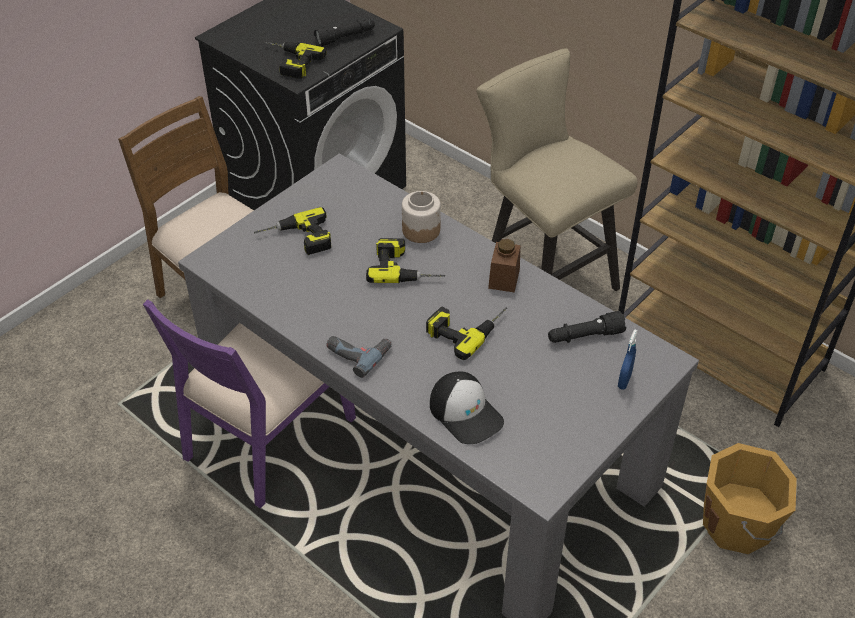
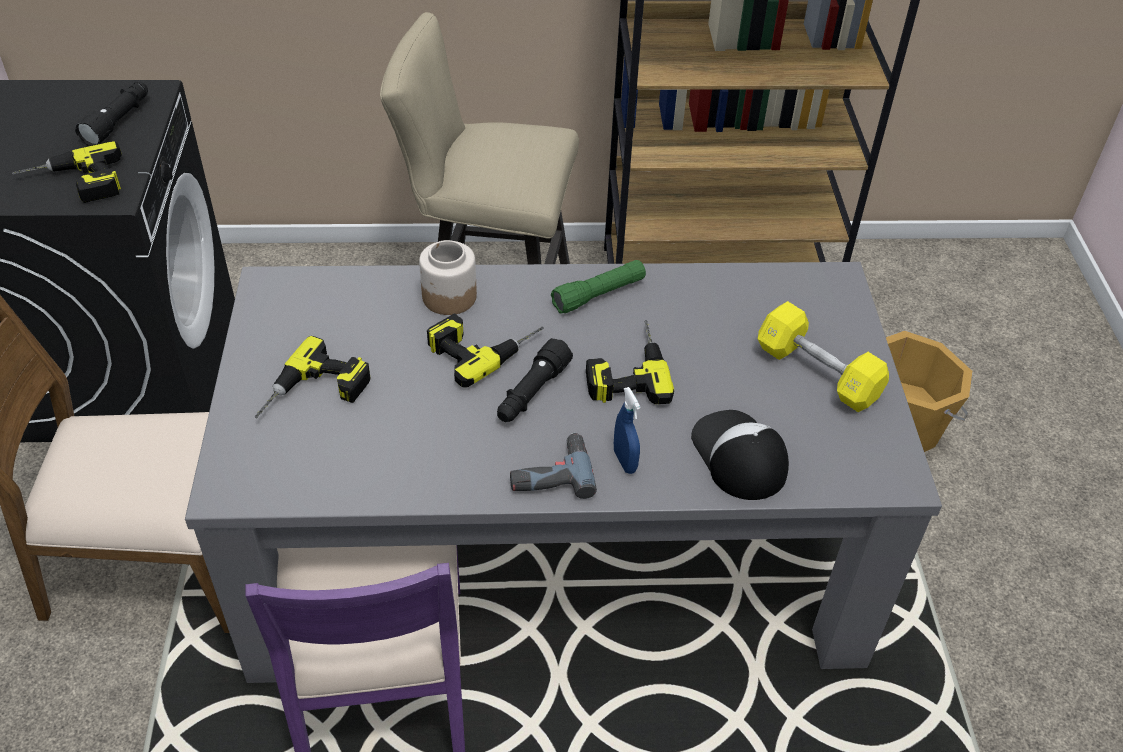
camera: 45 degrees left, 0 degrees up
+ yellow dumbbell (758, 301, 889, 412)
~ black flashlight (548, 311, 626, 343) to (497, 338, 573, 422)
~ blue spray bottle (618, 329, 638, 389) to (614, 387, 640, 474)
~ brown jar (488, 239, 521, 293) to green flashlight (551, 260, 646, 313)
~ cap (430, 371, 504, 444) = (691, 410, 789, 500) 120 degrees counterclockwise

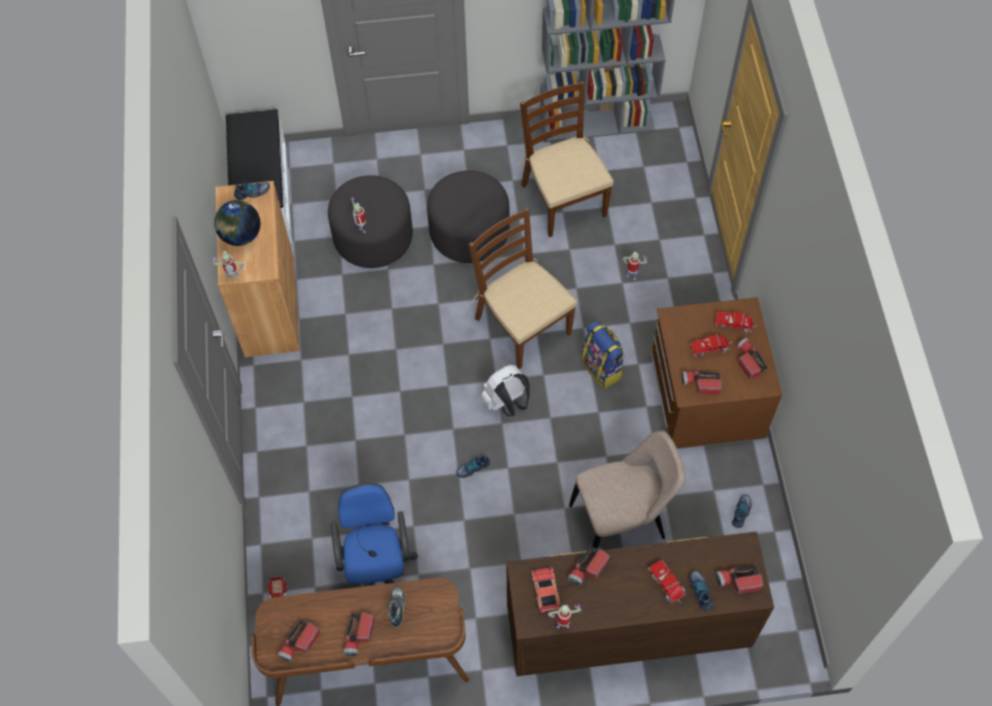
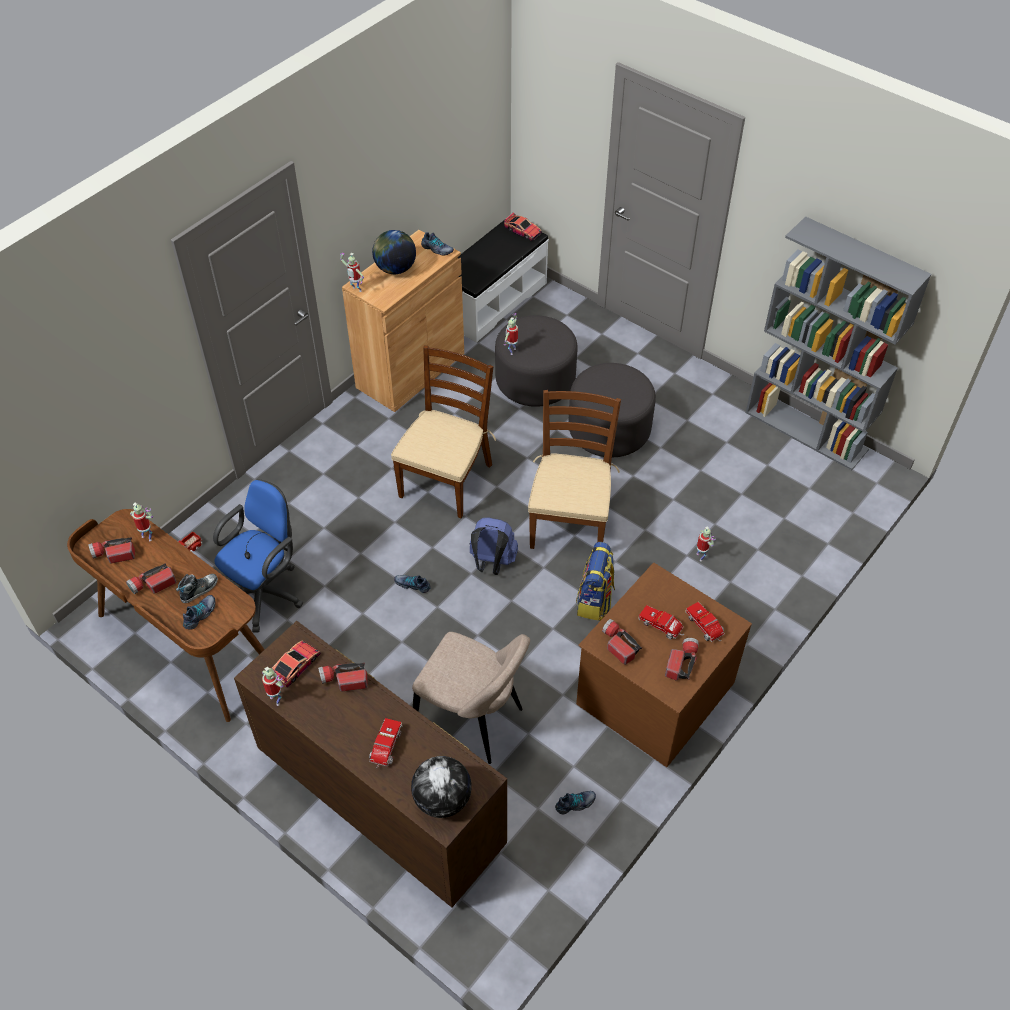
camera: 45 degrees right, 10 degrees down
+ toy robot (130, 503, 153, 541)
+ toy car (504, 213, 542, 241)
~ brown chair (518, 81, 614, 237) to (391, 346, 496, 518)
~ shoe (689, 570, 712, 611) to (183, 595, 216, 630)
~ flashlight (715, 566, 763, 594) to globe (411, 756, 472, 818)
~ white backpack (481, 365, 529, 416) to blue backpack (470, 517, 518, 575)

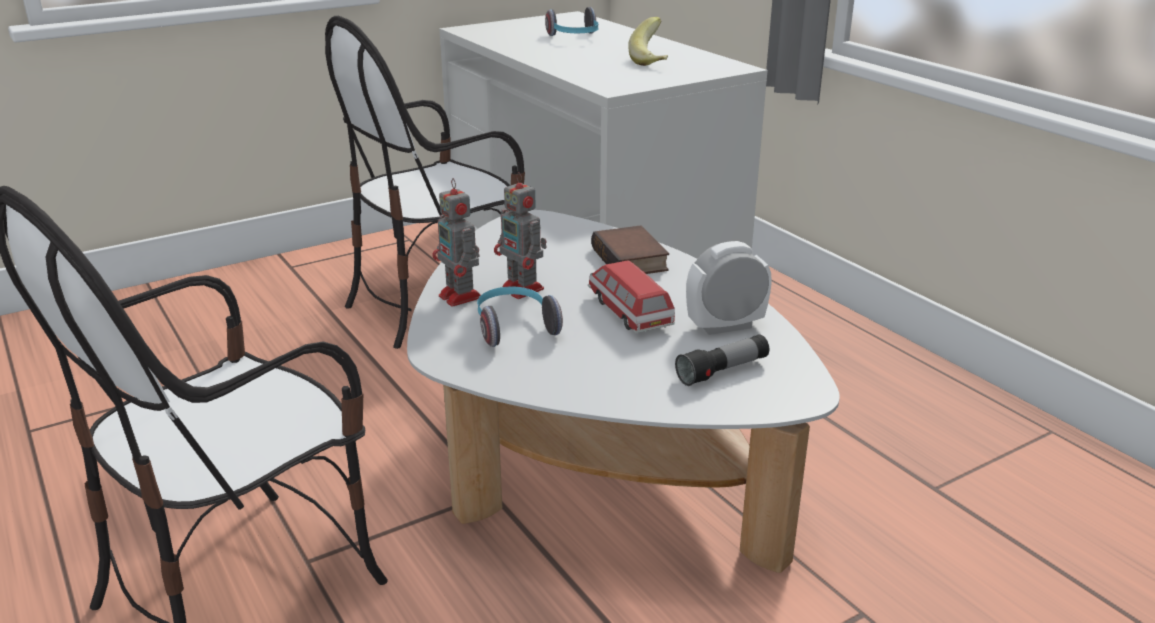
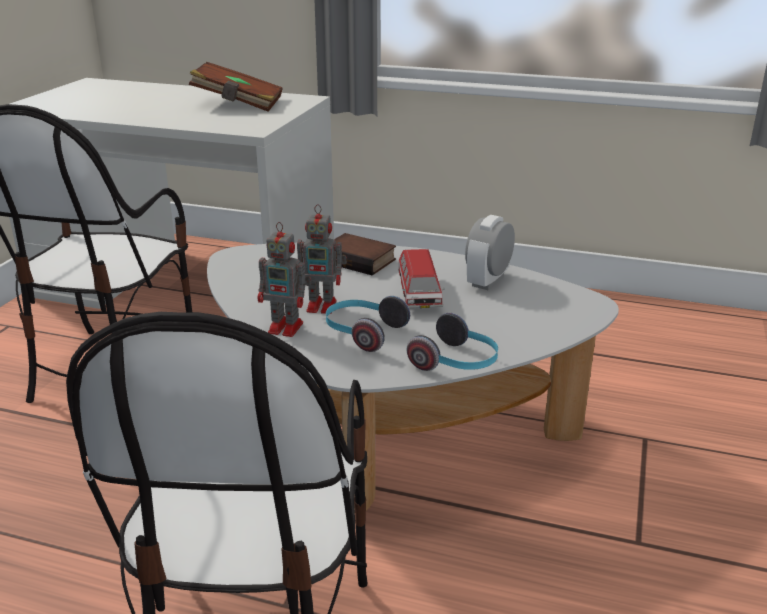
camera: 40 degrees left, 0 degrees up
- flashlight (675, 334, 769, 386)
~ headphones (545, 7, 599, 36) to (407, 313, 498, 371)
~ banana (628, 17, 668, 66) to brown book (189, 62, 283, 112)
~ toy car (588, 261, 675, 333) = (399, 249, 445, 308) 120 degrees counterclockwise

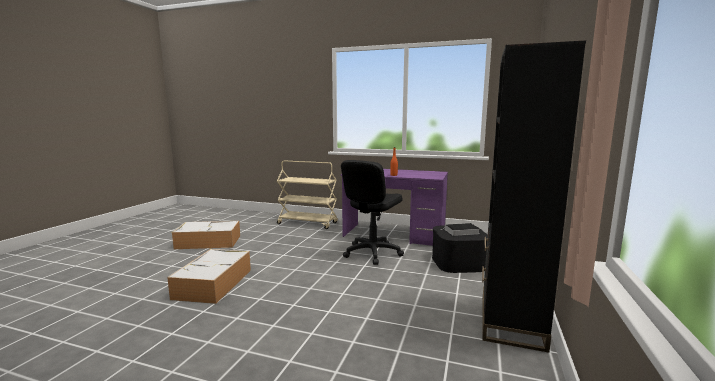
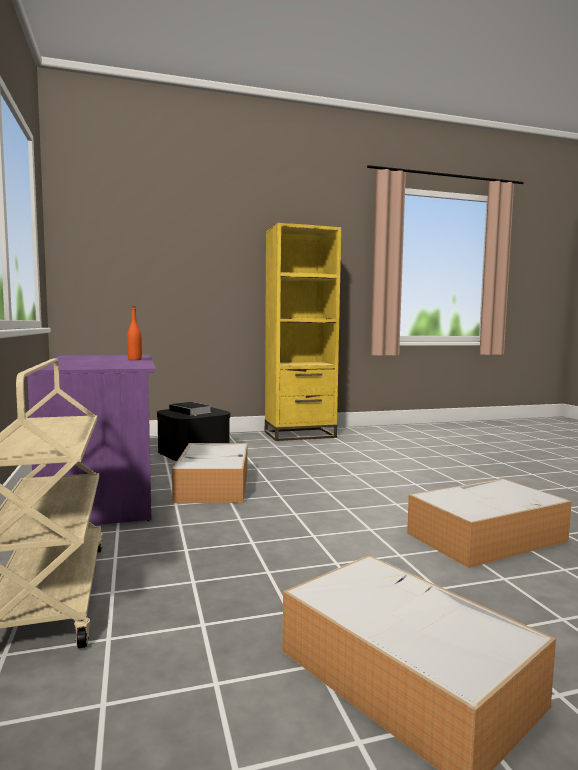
camera: 125 degrees left, 5 degrees down
~ black office chair (341, 160, 404, 265) to storage box (172, 443, 248, 503)
~ black bookcase (482, 40, 586, 353) to yellow bookcase (265, 223, 341, 441)

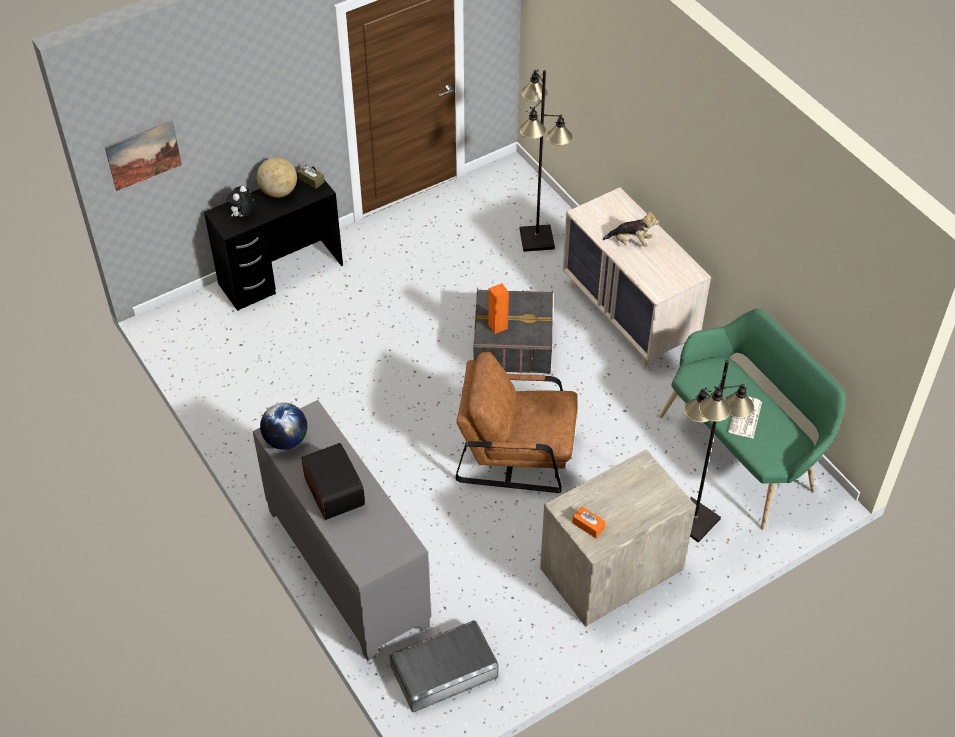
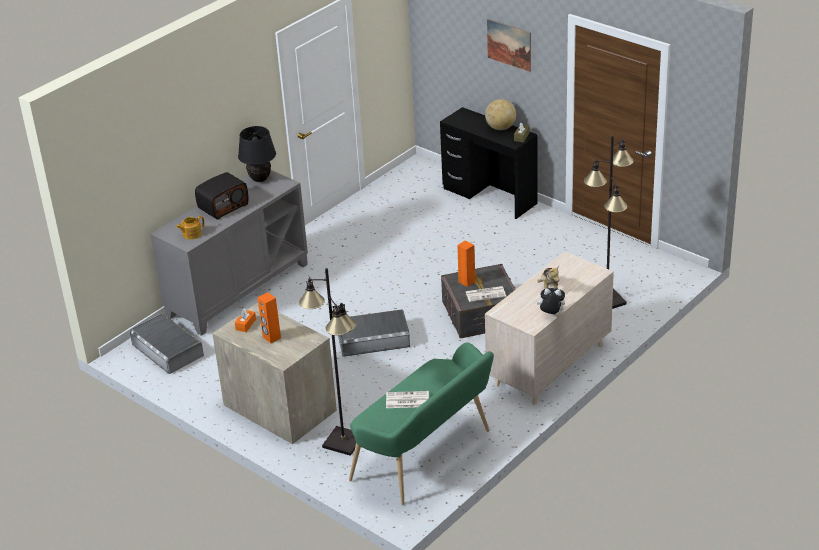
camera: 75 degrees right, 15 degrees down
+ teapot (176, 216, 205, 240)
+ orange speaker (258, 292, 281, 343)
+ newspaper (466, 286, 506, 302)
~ picture (105, 121, 182, 191) to (487, 19, 531, 72)
~ plush toy (227, 186, 255, 217) to (537, 288, 565, 315)
~ globe (260, 403, 307, 450) to black table lamp (238, 126, 276, 182)
~ brown armchair (456, 352, 577, 493) to grey storage box (338, 309, 410, 357)

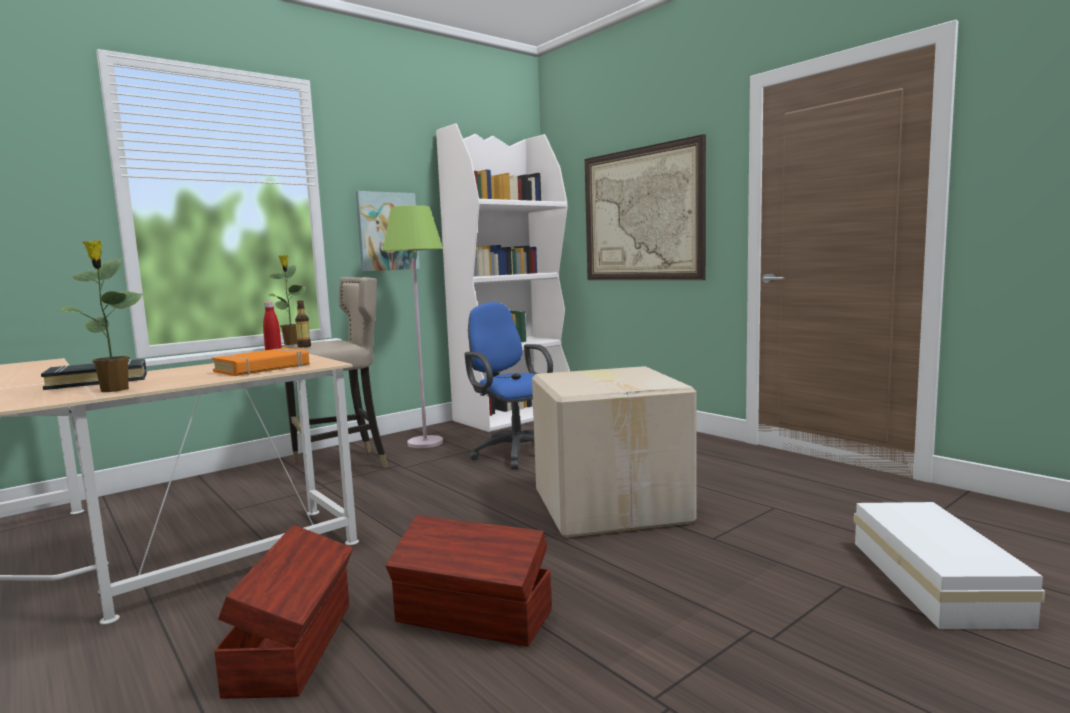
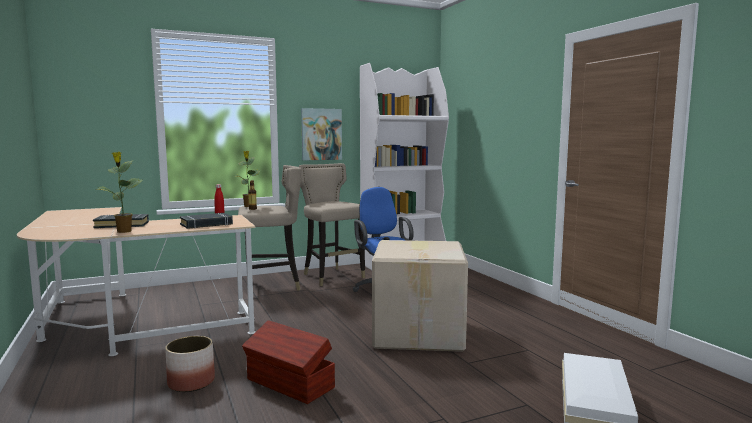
camera: 15 degrees right, 0 degrees up
- picture (585, 134, 706, 280)
~ brown storage box (214, 525, 353, 699) to planter (165, 336, 215, 392)
~ green floor lamp (383, 205, 443, 448) to beige stool (299, 163, 365, 286)
~ orange book (212, 348, 310, 376) to black book (180, 213, 233, 229)

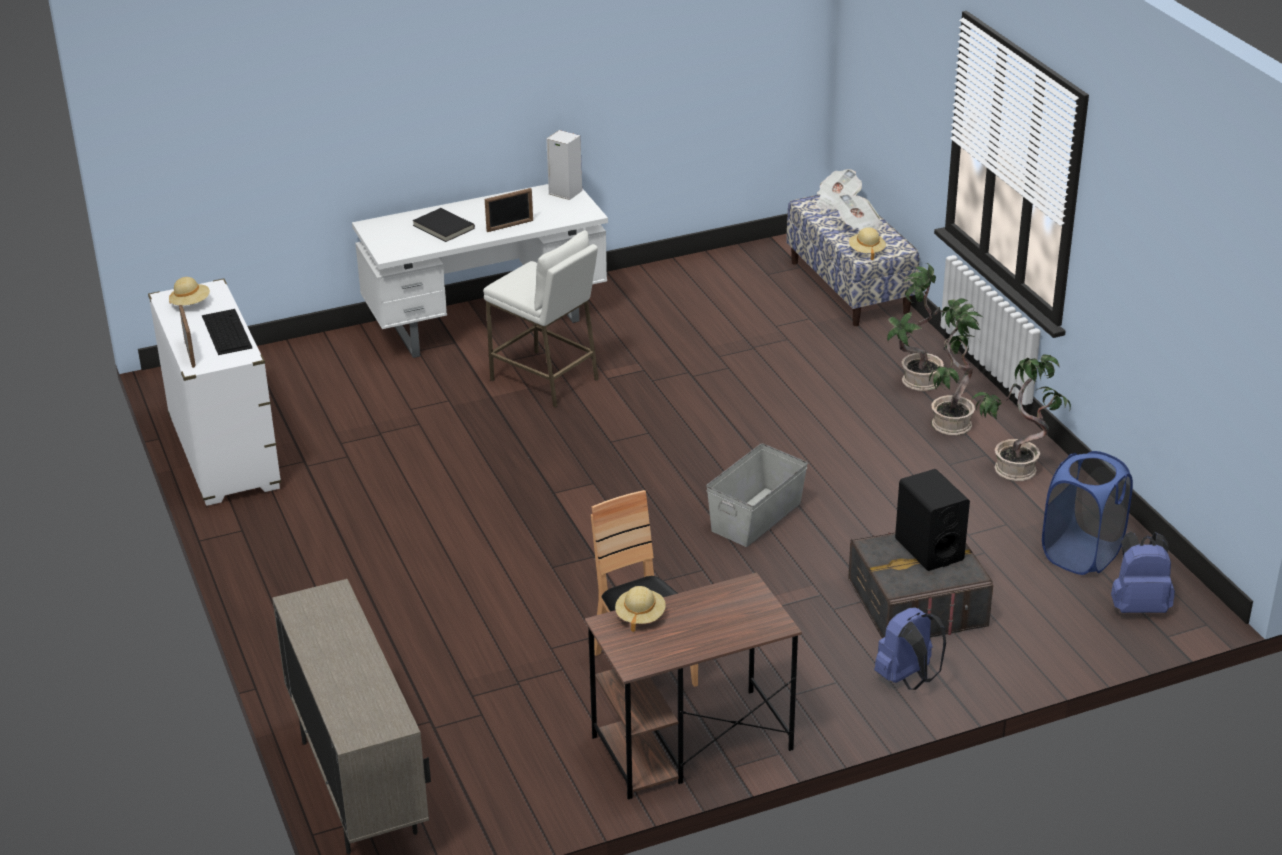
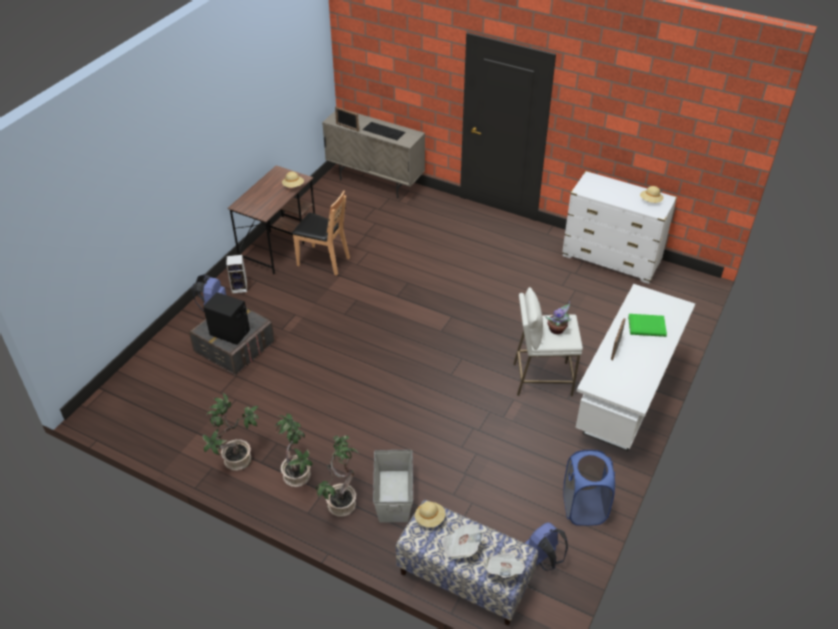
camera: 140 degrees right, 10 degrees up
+ potted plant (545, 301, 572, 335)
~ picture frame (179, 305, 196, 368) to (335, 107, 359, 132)
~ keyboard (202, 309, 253, 355) to (363, 122, 405, 140)
~ speaker (546, 130, 582, 200) to (227, 255, 247, 293)
~ grey storage box (706, 443, 808, 547) to (373, 450, 413, 523)
~ blue laundry basket (1042, 451, 1133, 575) to (563, 450, 615, 526)
~ blue backpack (1111, 531, 1175, 613) to (525, 522, 568, 571)
~ black book (413, 208, 475, 242) to green book (628, 314, 667, 337)

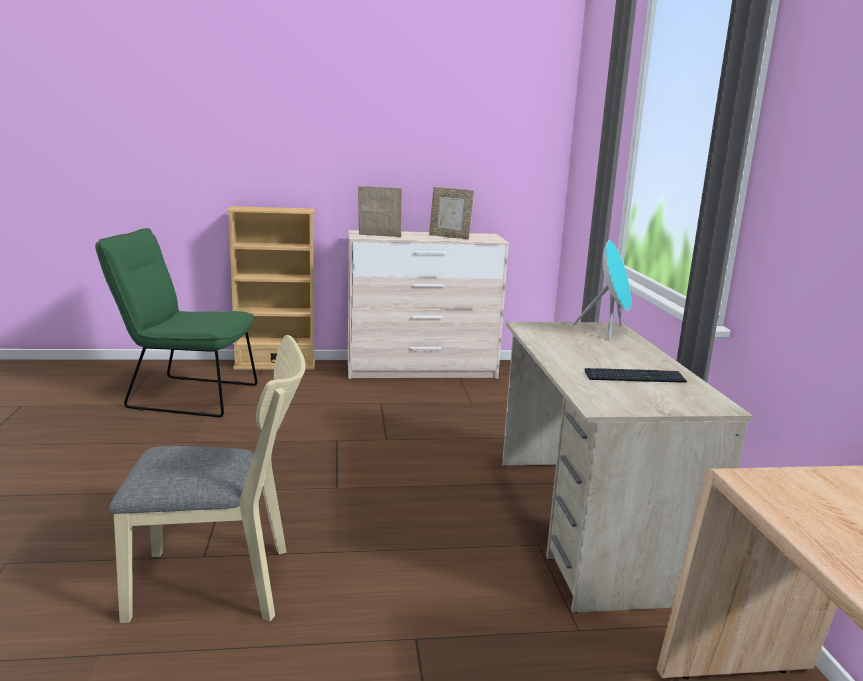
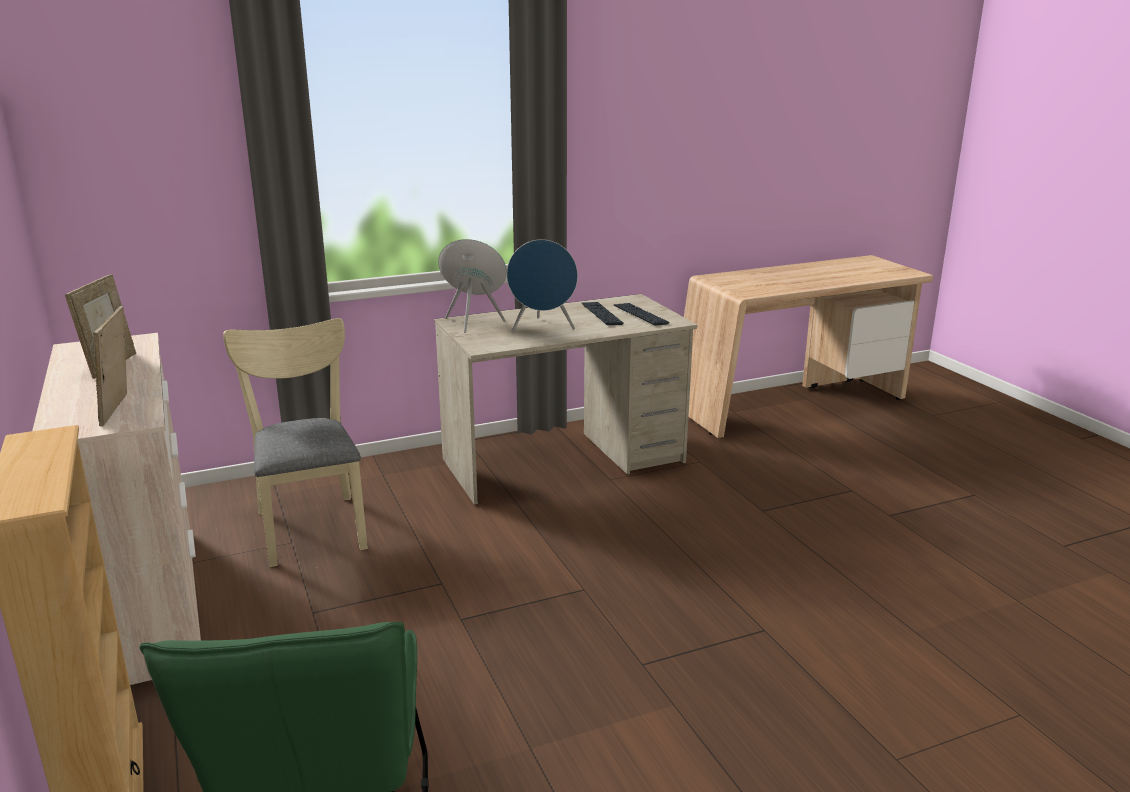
camera: 105 degrees left, 5 degrees up
+ blue speaker (507, 239, 578, 332)
+ keyboard (614, 303, 670, 326)
~ beige chair (109, 335, 306, 623) to (223, 318, 368, 567)

